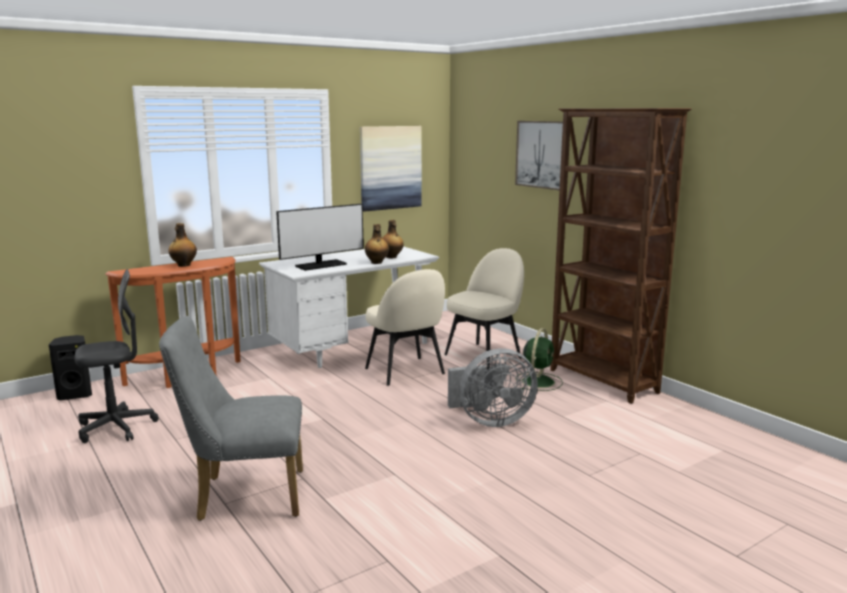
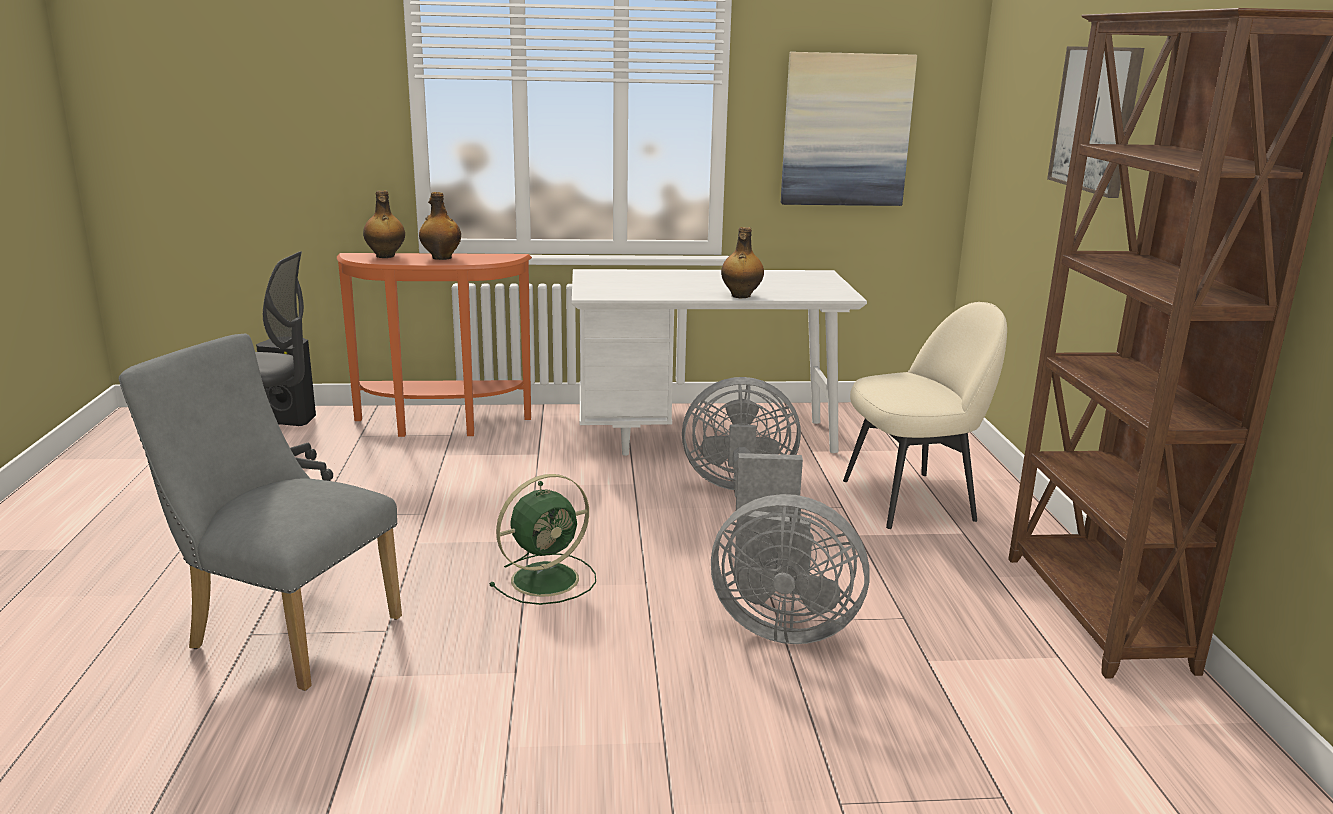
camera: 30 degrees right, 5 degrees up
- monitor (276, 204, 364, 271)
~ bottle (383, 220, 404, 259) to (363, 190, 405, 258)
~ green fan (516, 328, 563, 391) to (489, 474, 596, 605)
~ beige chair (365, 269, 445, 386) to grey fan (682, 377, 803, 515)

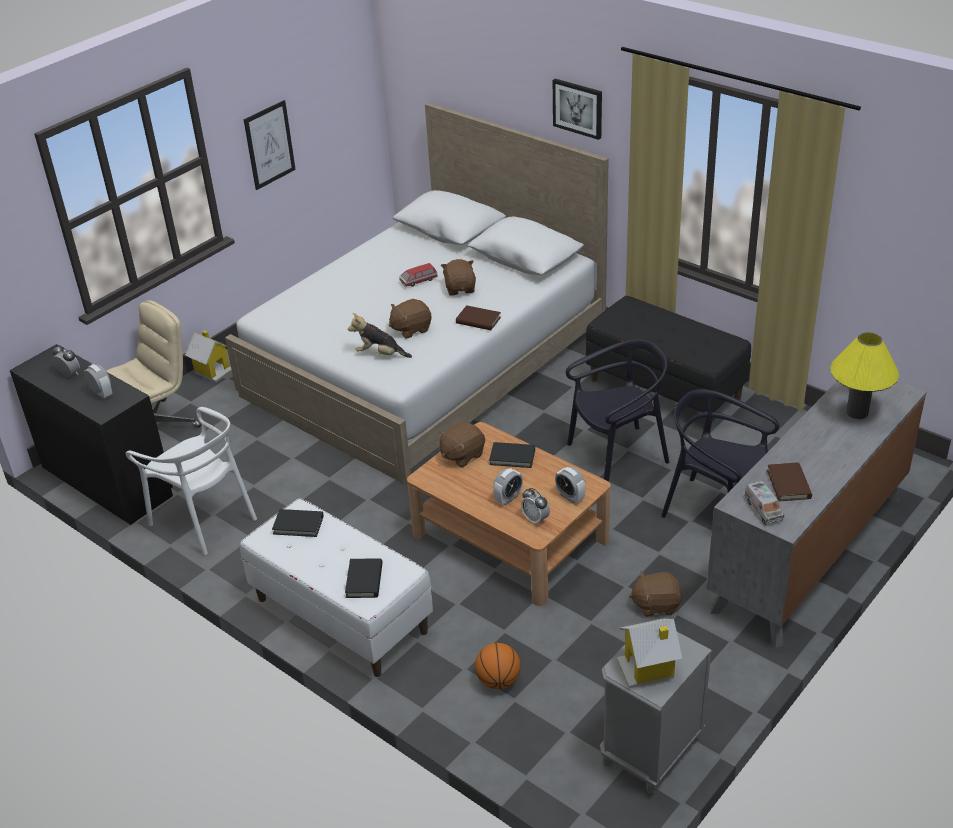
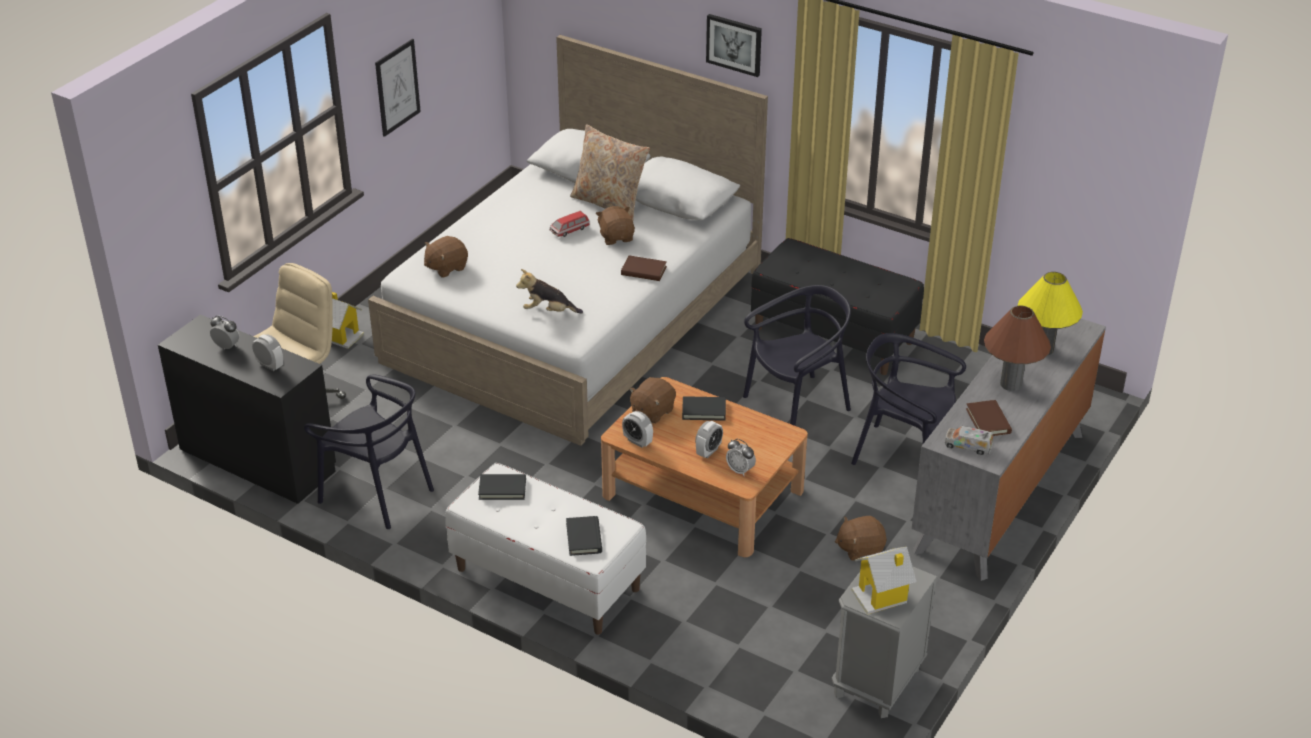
camera: 10 degrees left, 0 degrees up
- basketball (475, 643, 521, 689)
+ beige pillow (570, 124, 650, 221)
+ brown table lamp (984, 306, 1051, 391)
~ brown plush toy (389, 299, 431, 339) to (424, 236, 468, 278)
~ alarm clock (555, 467, 586, 503) to (622, 411, 653, 448)
~ white chair (125, 407, 257, 555) to black chair (304, 375, 434, 529)
~ toy truck (744, 481, 784, 525) = (945, 426, 993, 455) 135 degrees clockwise

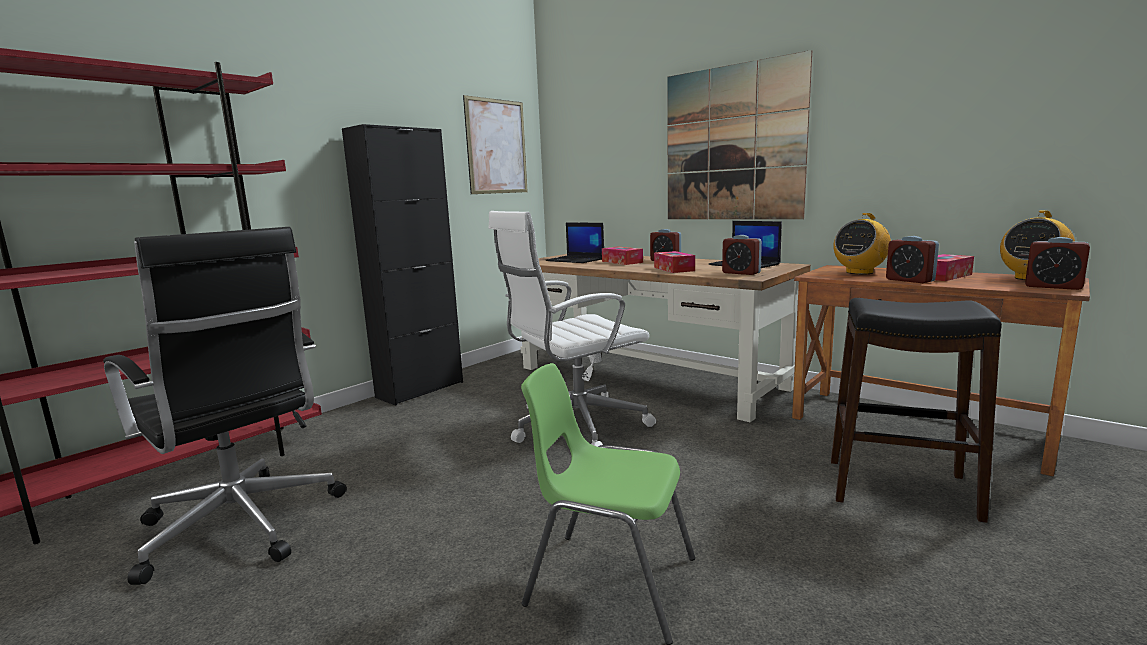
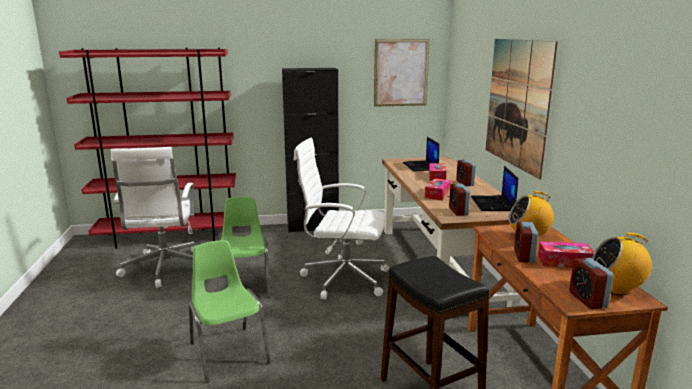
camera: 40 degrees right, 5 degrees up
+ green chair (215, 196, 270, 298)
~ black office chair (103, 227, 347, 585) to white office chair (110, 147, 195, 288)

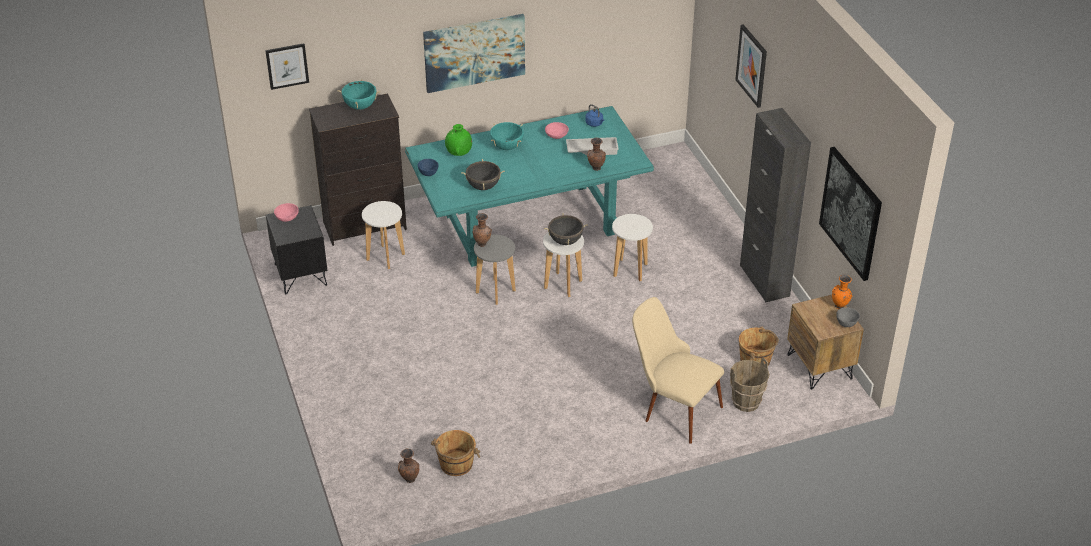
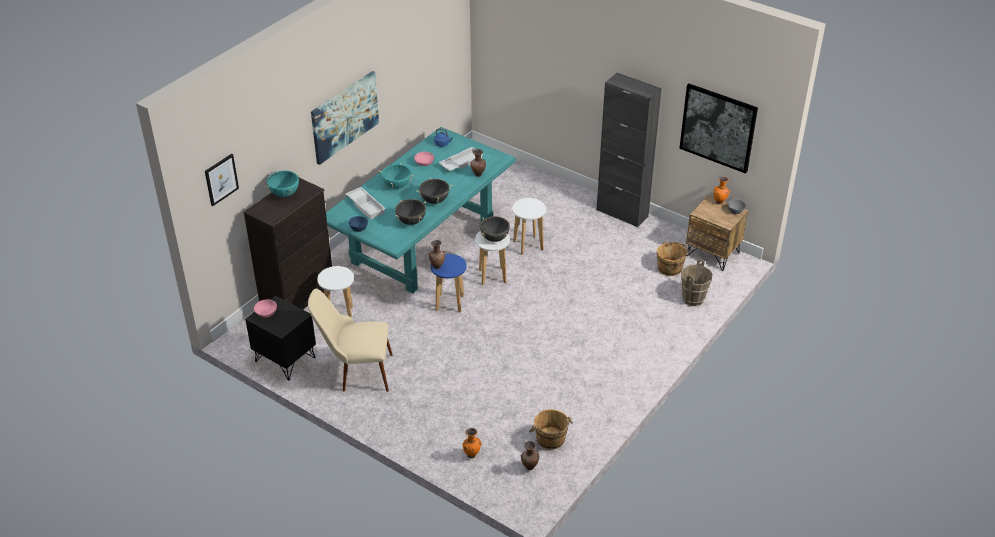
camera: 35 degrees left, 0 degrees up
- picture (735, 24, 767, 108)
+ black cooking pot (416, 177, 453, 204)
+ orange vase (462, 428, 481, 458)
~ beige chair (632, 297, 724, 444) to (308, 289, 393, 392)
~ green vase (445, 124, 472, 156) to white tray (346, 187, 386, 220)
~ grey stool (474, 235, 516, 305) to blue stool (431, 254, 467, 312)

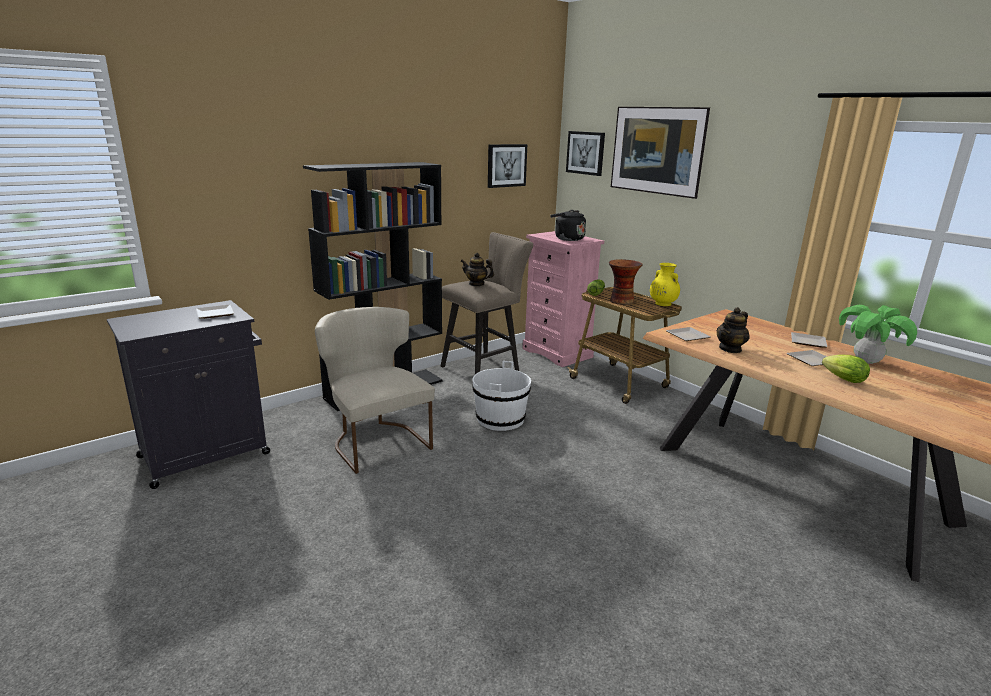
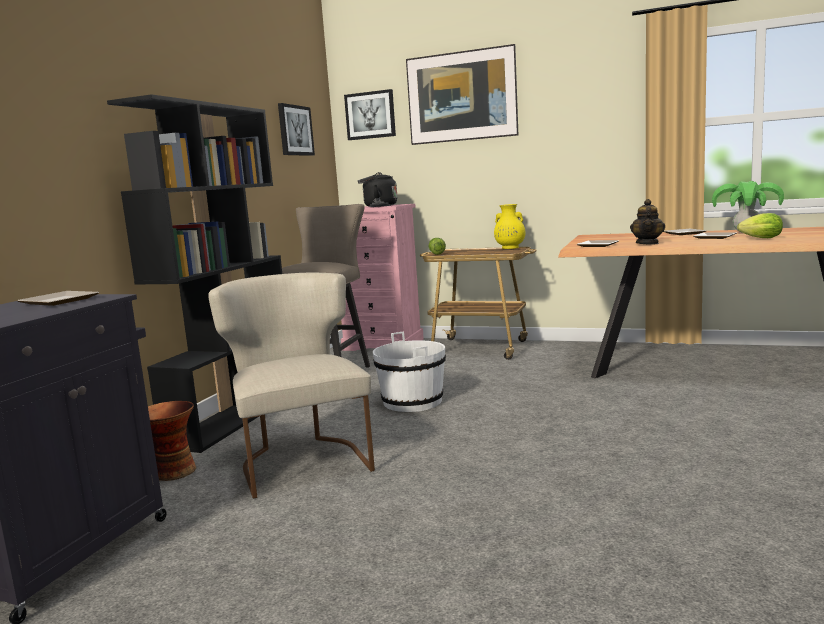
camera: 30 degrees left, 10 degrees down
- teapot (461, 253, 494, 286)
~ vase (609, 259, 643, 305) to (148, 401, 196, 481)
~ beige chair (315, 307, 435, 474) = (208, 273, 375, 499) 45 degrees clockwise

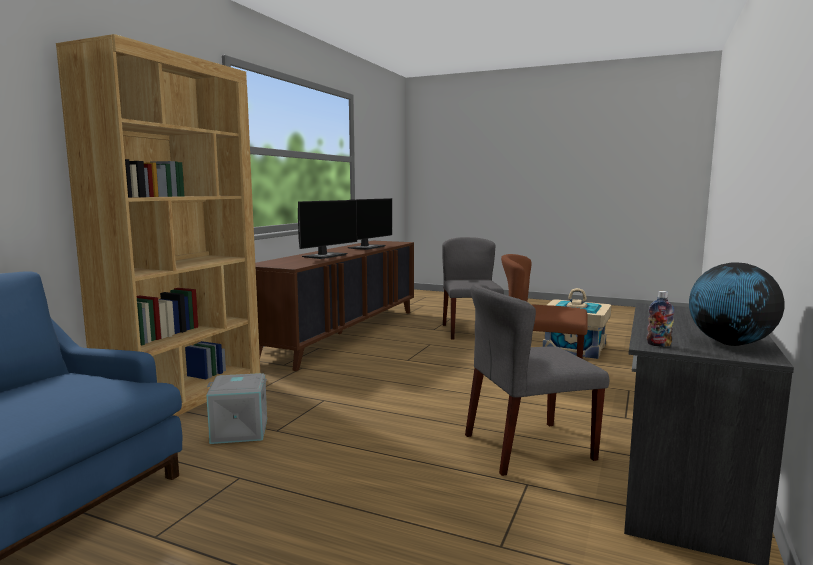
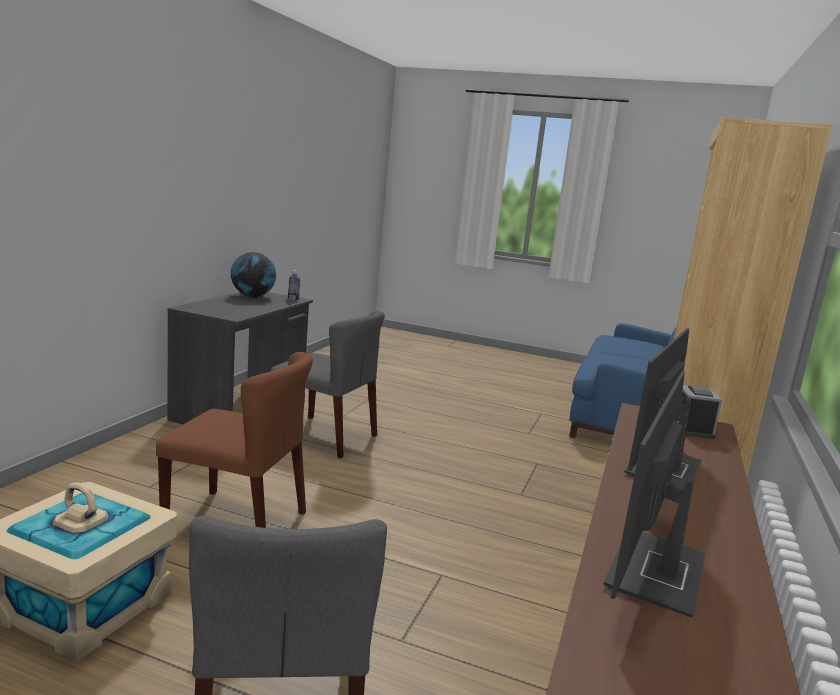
camera: 175 degrees right, 5 degrees up
- grey storage box (206, 373, 267, 444)
+ alarm clock (677, 385, 722, 439)
~ grey chair (465, 284, 609, 476) = (271, 311, 385, 458) 45 degrees clockwise

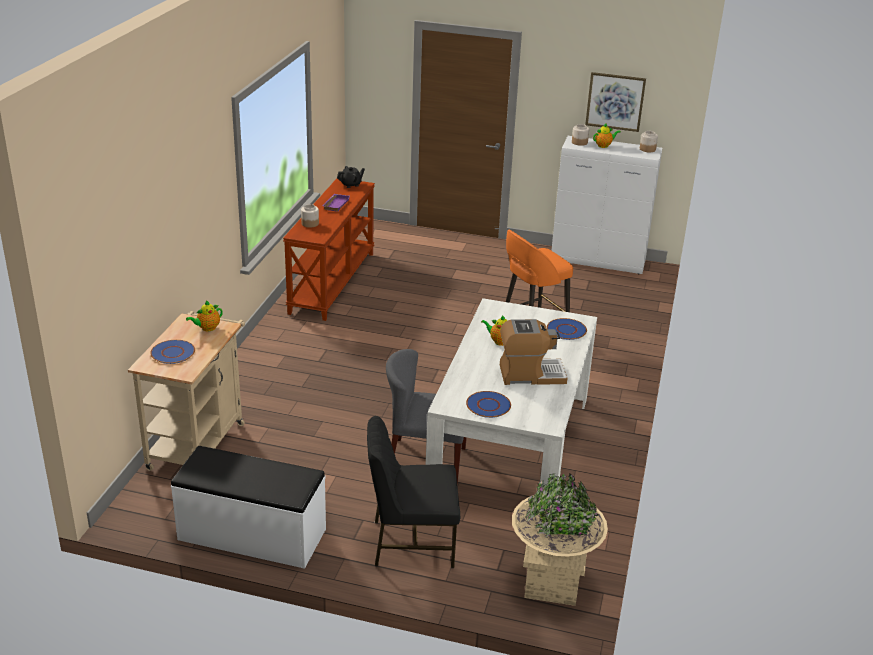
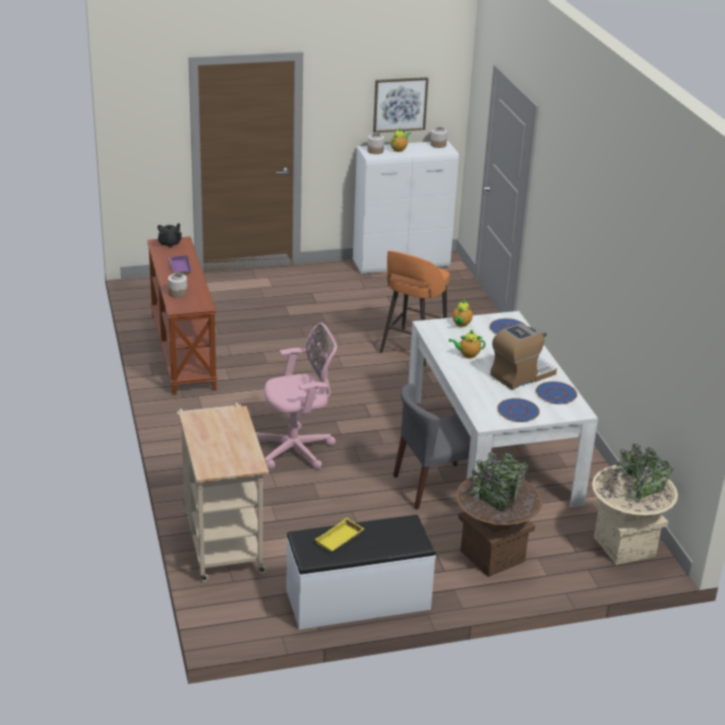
camera: 30 degrees left, 0 degrees up
+ pink office chair (256, 323, 337, 469)
+ yellow tray (315, 518, 364, 552)
~ blue plate (150, 340, 195, 364) to (536, 381, 577, 404)
~ teapot (186, 301, 223, 331) to (452, 299, 473, 327)
~ black chair (367, 416, 460, 568) to brown planter (456, 452, 542, 577)

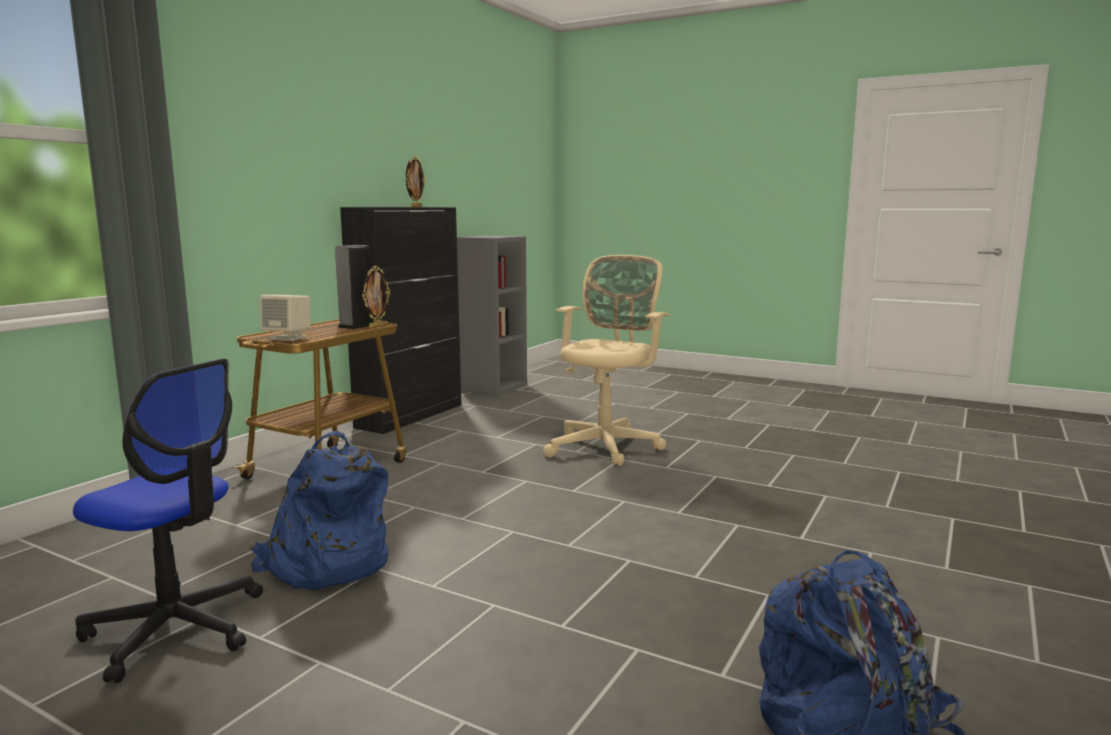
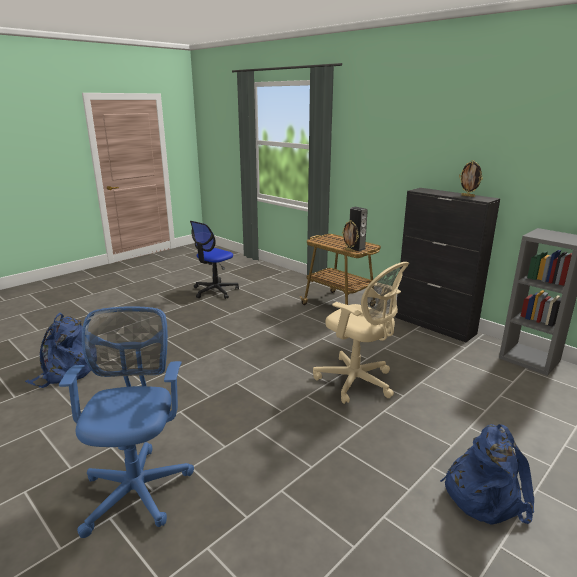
camera: 105 degrees right, 10 degrees up
- beige speaker (260, 295, 311, 341)
+ blue office chair (58, 306, 194, 538)
~ blue backpack (250, 431, 389, 590) to (440, 424, 534, 525)

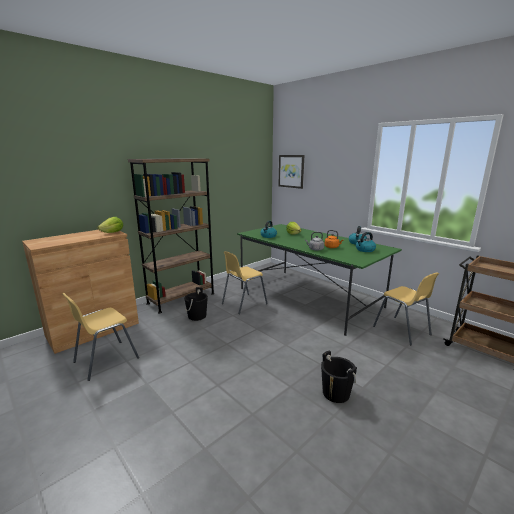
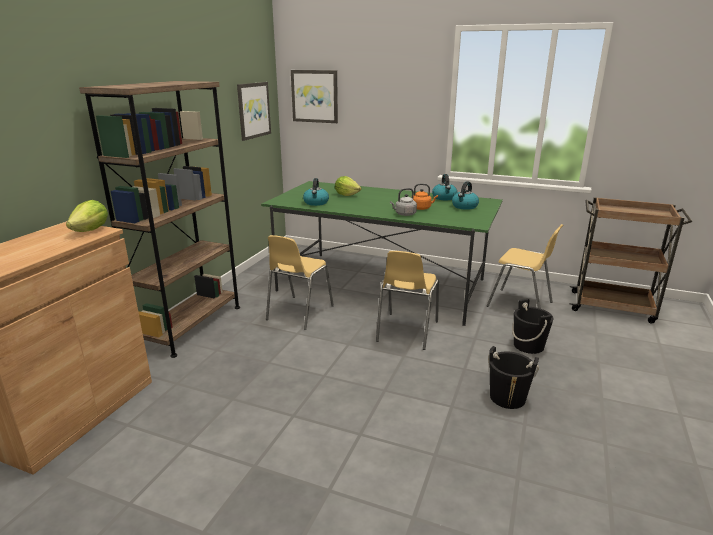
camera: 25 degrees left, 5 degrees up
+ picture (237, 82, 271, 141)
~ yellow chair (62, 293, 139, 381) to (376, 251, 439, 350)
~ black bucket (184, 287, 208, 321) to (512, 299, 553, 354)

